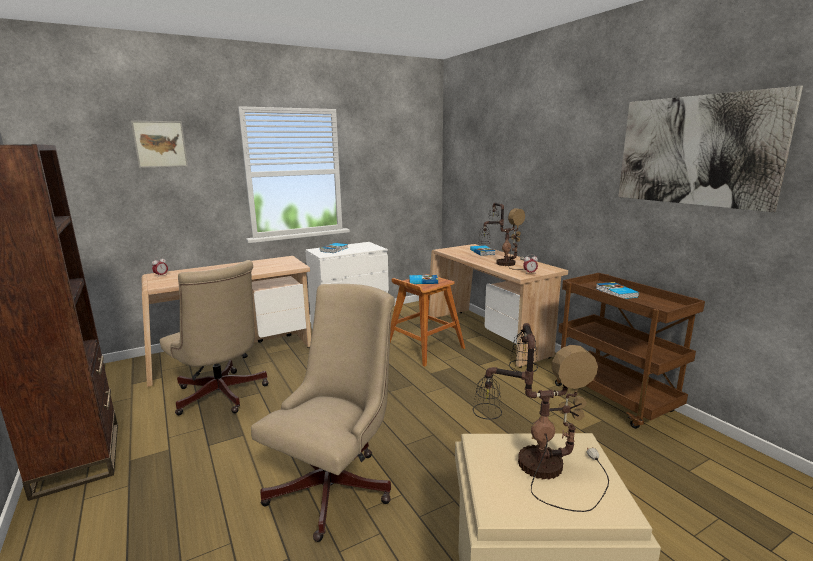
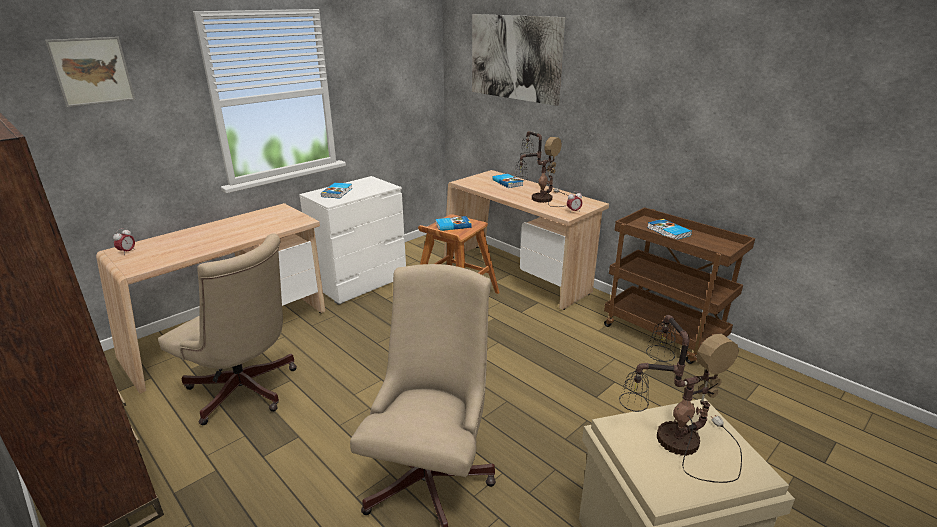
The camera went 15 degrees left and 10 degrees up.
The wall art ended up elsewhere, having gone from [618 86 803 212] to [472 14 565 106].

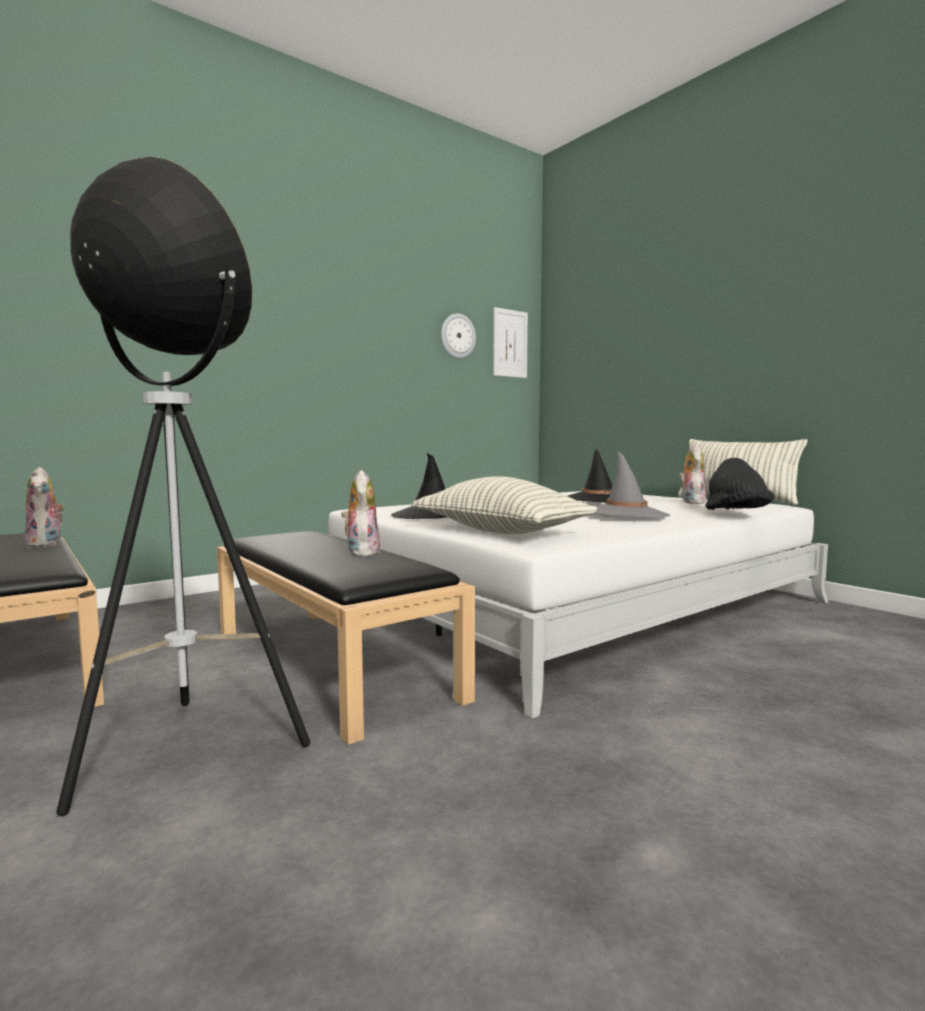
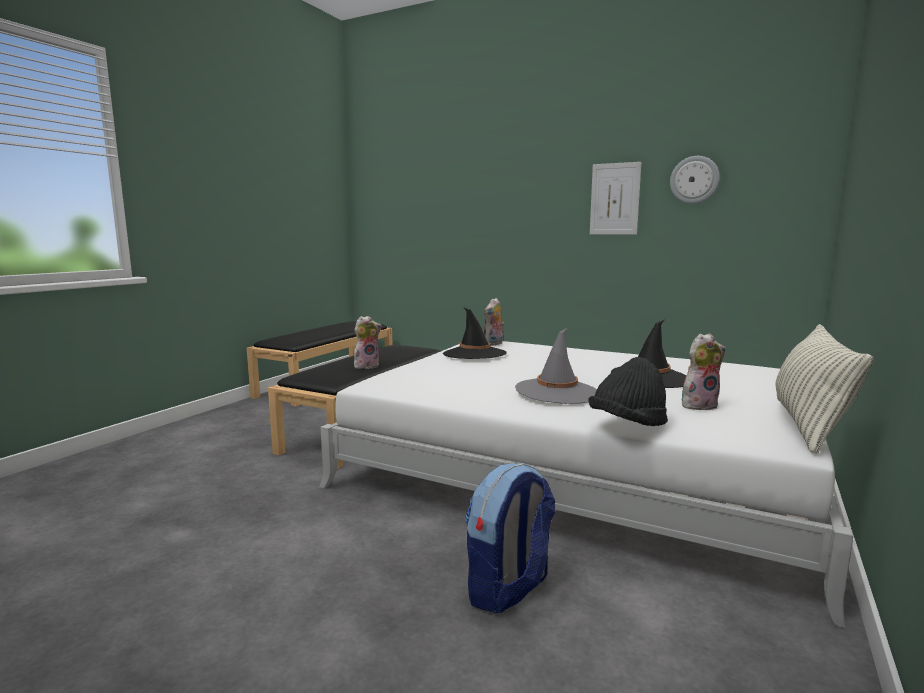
The camera went 65 degrees right and 5 degrees up.
The second view gained the rucksack at [465 463 556 613].
The soft toy ended up elsewhere, having gone from [25 467 65 548] to [484 298 504 346].
The wall art ended up elsewhere, having gone from [493 307 528 378] to [590 162 641 235].
The second view lost the standard lamp at [56 156 310 816].
The second view lost the throw pillow at [411 476 597 534].

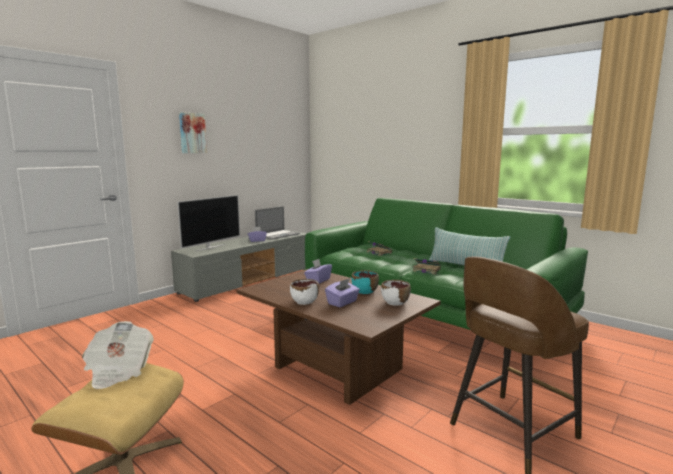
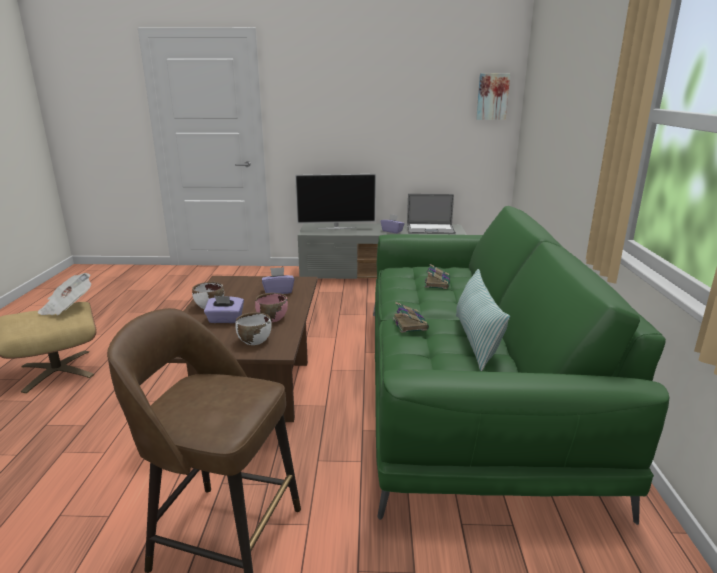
The camera went 50 degrees right and 10 degrees up.
What was the turquoise serving bowl at [352 270 379 294] turned into the pink-coloured serving bowl at [255 293 288 322].
The wall art ended up elsewhere, having gone from [179 112 207 153] to [476 73 510 120].

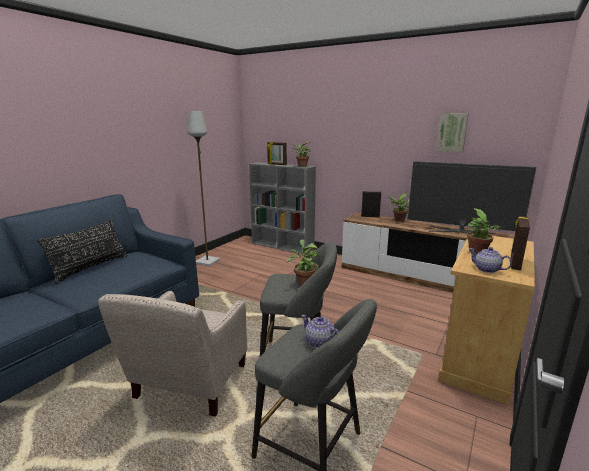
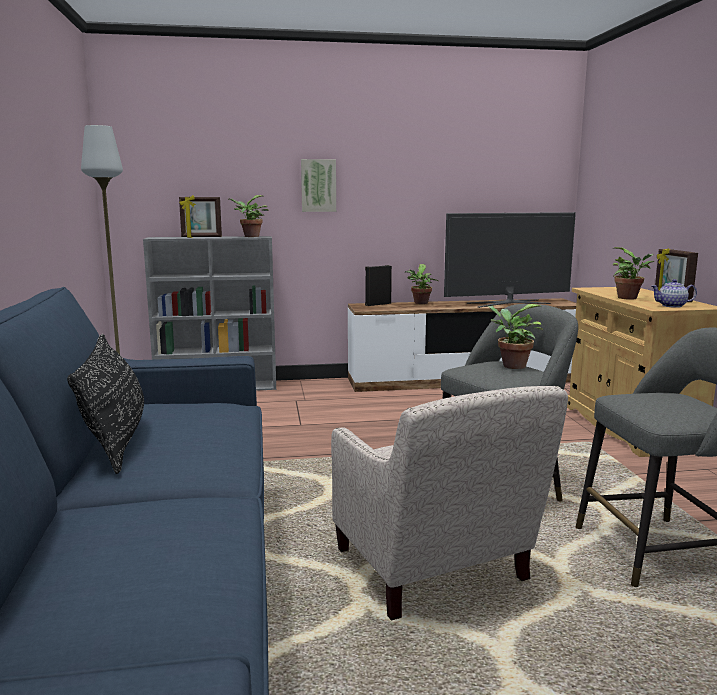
The camera went 40 degrees left and 5 degrees down.
The wall art ended up elsewhere, having gone from [436 113 469 152] to [301 159 336 212].
The second view lost the pot for tea at [301 315 339 348].

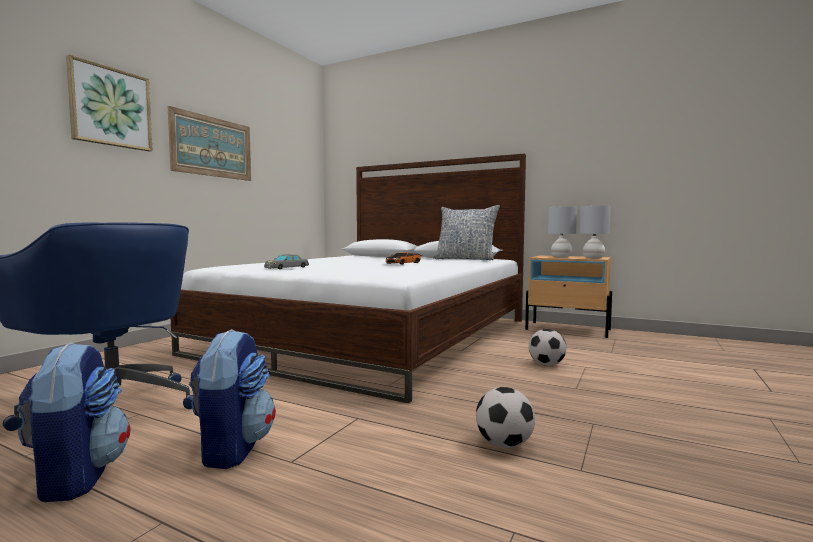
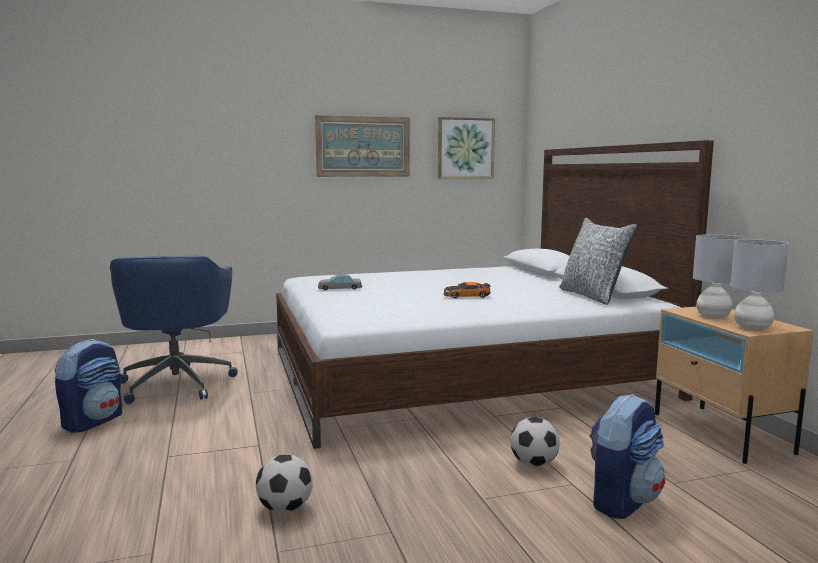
The camera went 45 degrees right and 5 degrees up.
The wall art ended up elsewhere, having gone from [66 55 152 151] to [438 117 495 178].
The rucksack ended up elsewhere, having gone from [189 329 276 469] to [590 394 665 519].

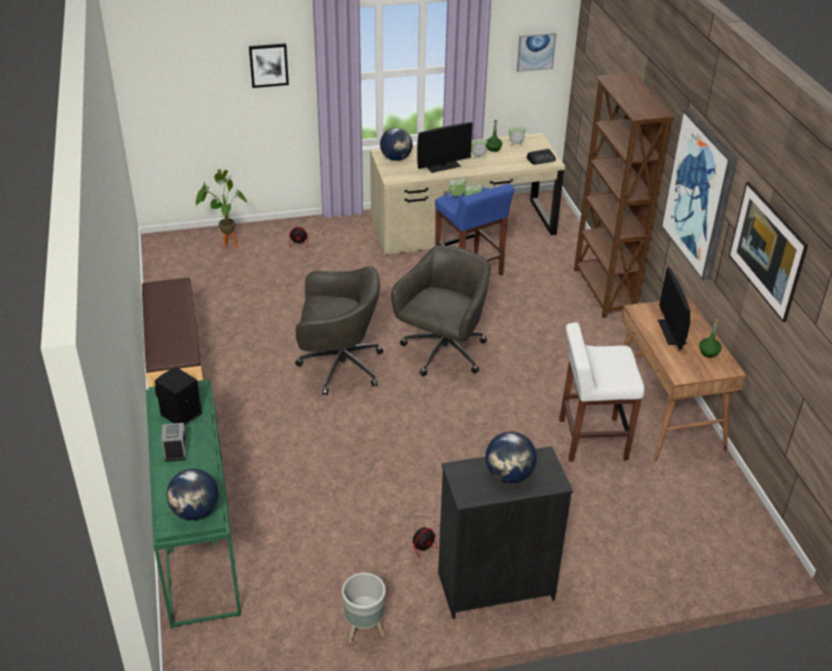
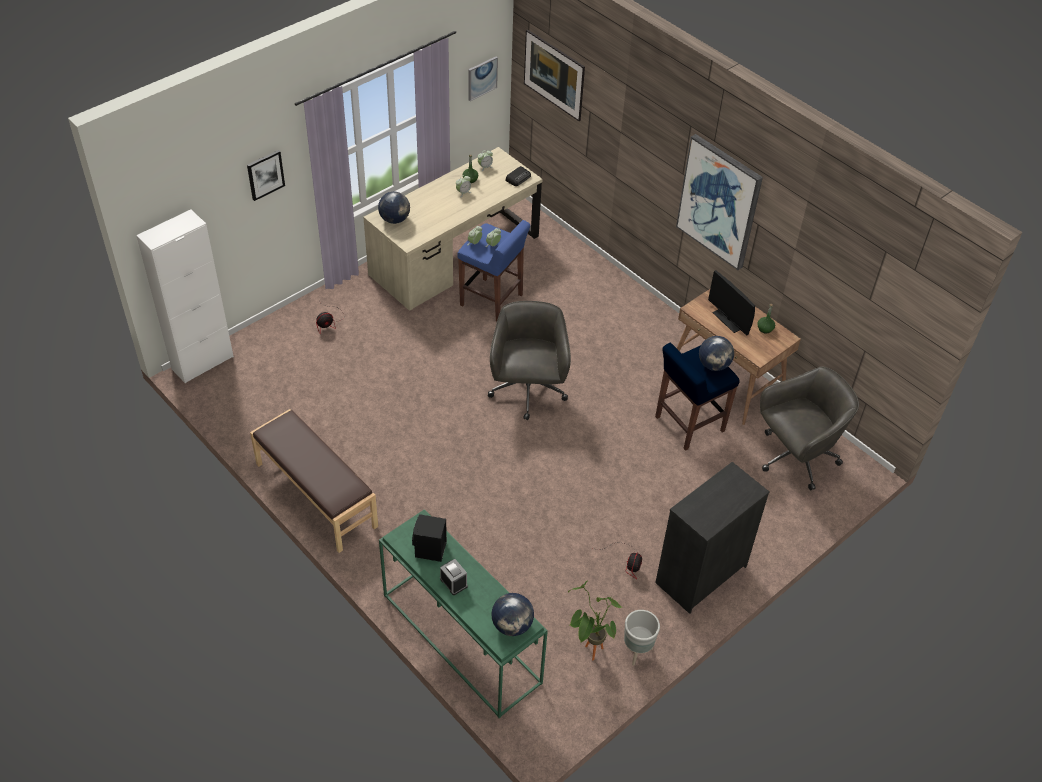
The camera went 30 degrees left and 10 degrees up.
The second view gained the white-coloured cabinet at [136 209 234 383].
The wall art ended up elsewhere, having gone from [729 182 808 322] to [524 29 585 121].
The potted plant ended up elsewhere, having gone from [196 169 248 251] to [568 580 621 661].
What was the white-coloured sitting stool at [559 322 645 462] turned into the blue-coloured sitting stool at [655 343 740 451].
The desk globe ended up elsewhere, having gone from [485 432 537 483] to [699 336 734 371].
The grey desk chair ended up elsewhere, having gone from [295 266 383 395] to [760 366 859 490].
The second view lost the computer screen at [417 122 472 173].
The second view lost the brown-coloured bookshelf at [574 73 674 318].

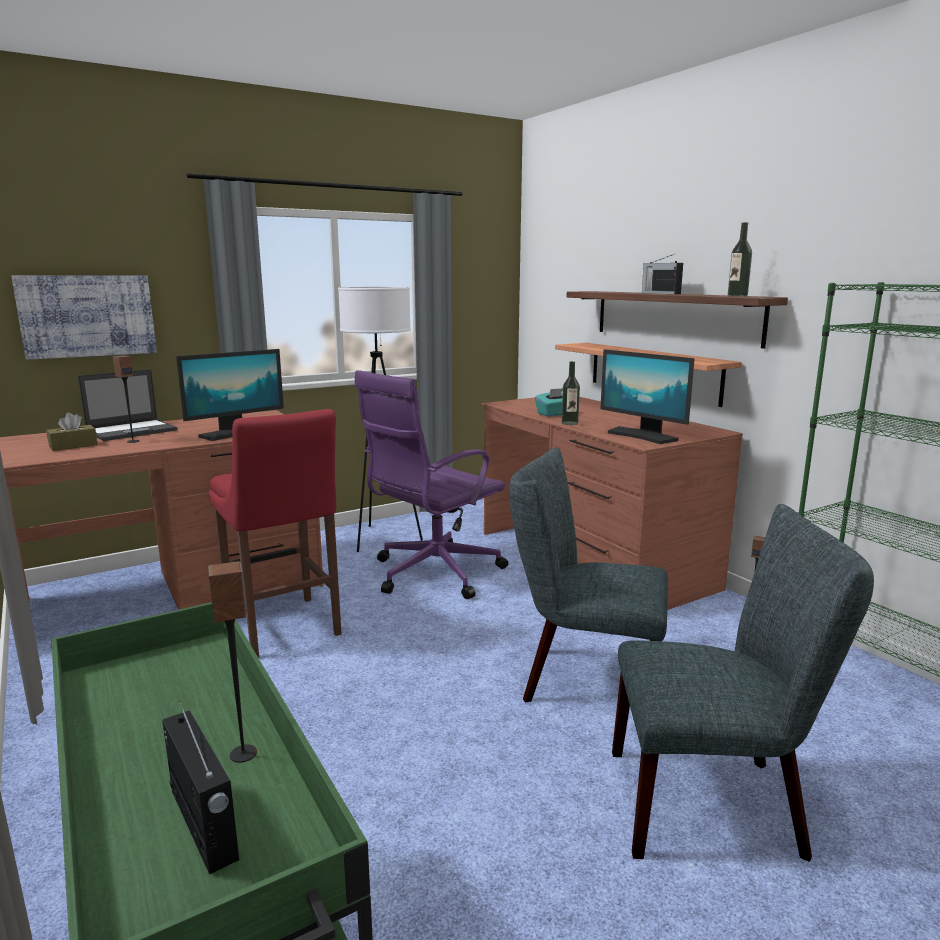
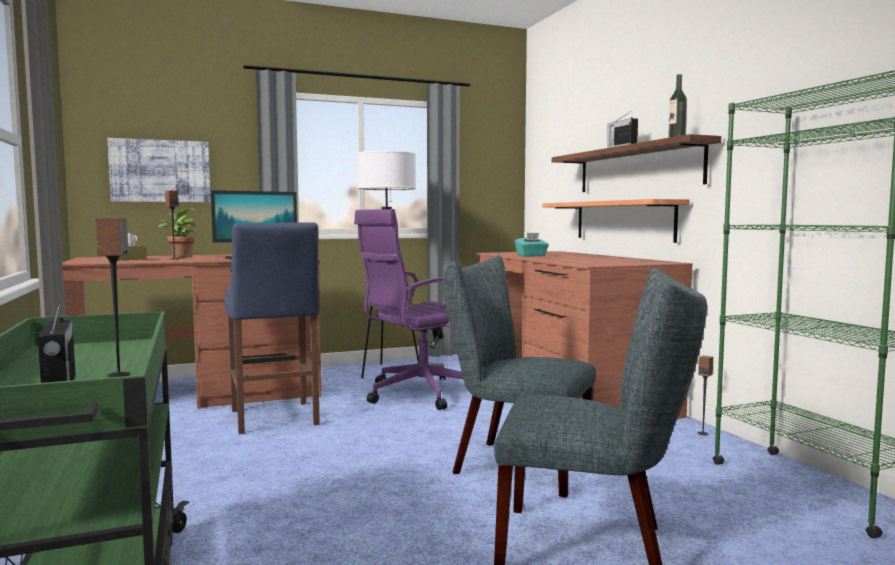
The camera went 10 degrees right and 10 degrees down.
Where the laptop stood at [78 369 177 441], the potted plant came to stand at [158 209 196 257].
What was the red sitting stool at [209 409 342 658] turned into the blue-coloured sitting stool at [224 222 320 434].
The second view lost the bottle at [561 361 580 425].
The second view lost the computer screen at [600 349 695 444].

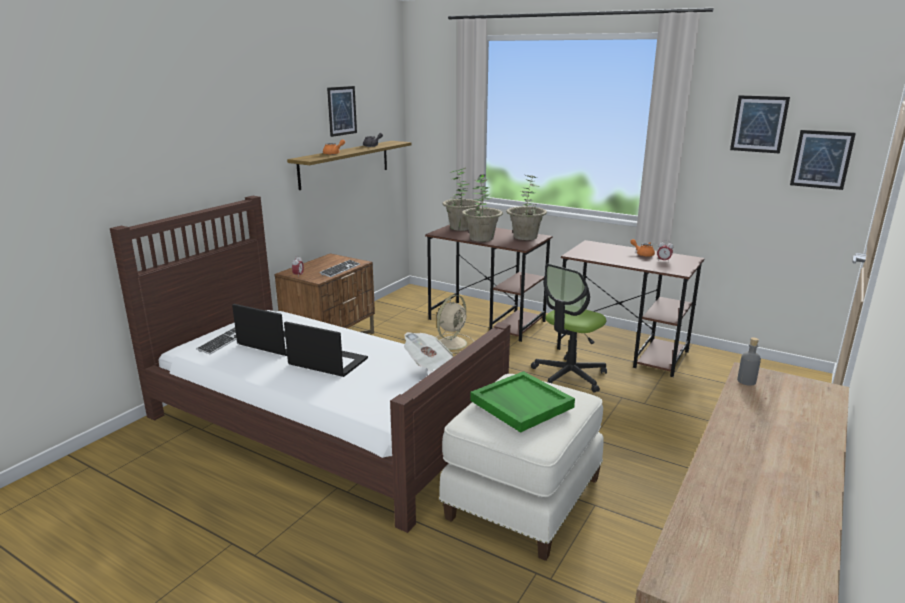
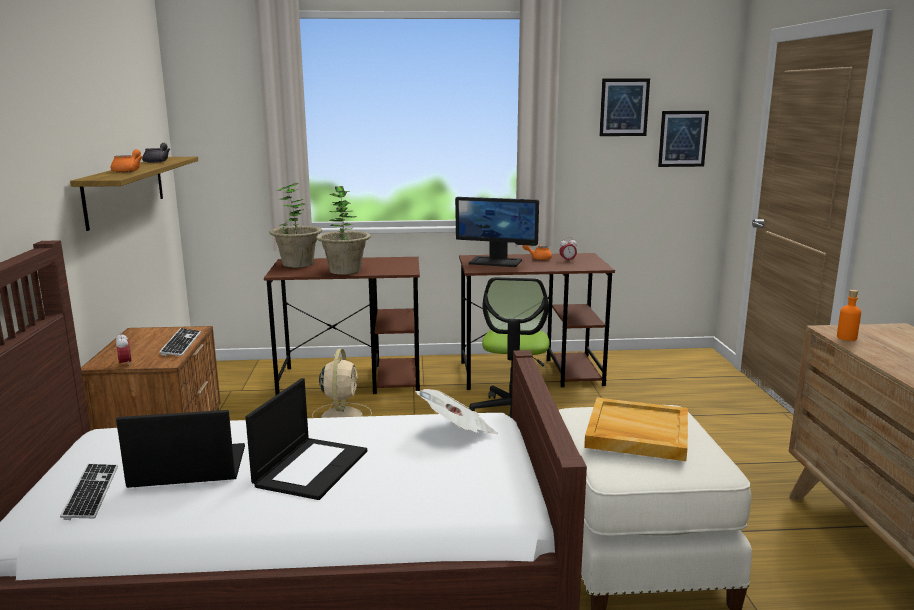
The camera went 35 degrees left and 5 degrees down.
The laptop at [284 322 368 377] ended up facing another way, 120 degrees clockwise from before.
The second view gained the computer screen at [455 197 539 267].
What was the green tray at [470 371 575 433] turned into the beige tray at [584 398 688 461].
What was the grey bottle at [737 337 761 386] turned into the orange-coloured bottle at [837 290 861 341].
The second view lost the wall art at [327 86 357 137].
The second view lost the potted plant at [506 175 547 240].

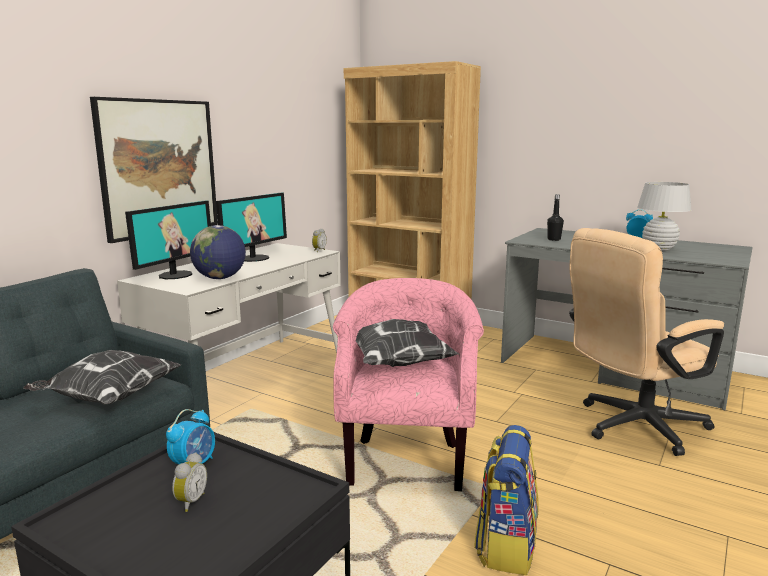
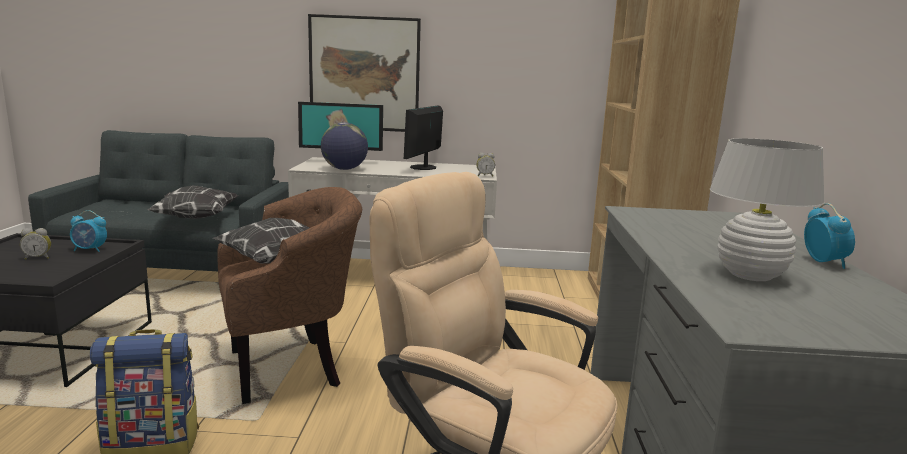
The camera went 60 degrees right and 0 degrees up.
What was the pink-coloured armchair at [333 278 484 491] turned into the brown-coloured armchair at [218 187 362 404].
The computer screen at [216 192 287 262] ended up facing another way, 105 degrees clockwise from before.
The second view lost the black bottle at [547 194 564 241].

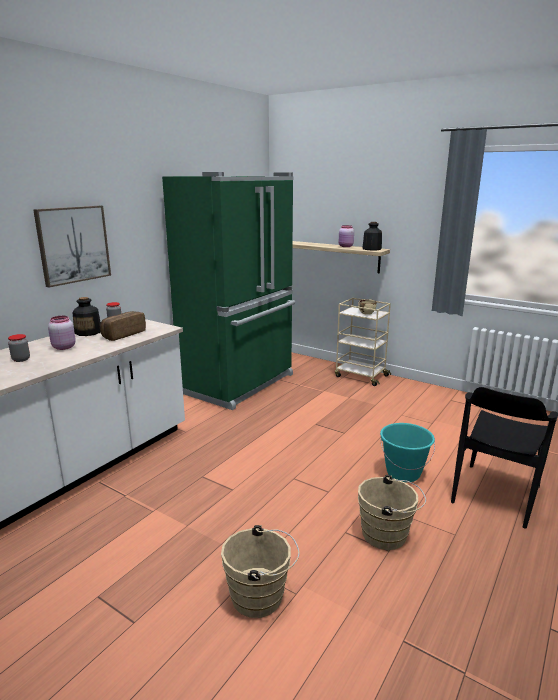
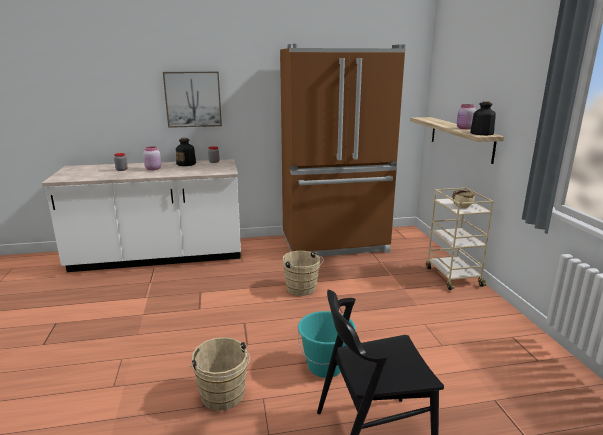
The camera went 45 degrees right and 0 degrees up.
What was the green fridge at [162 172 295 410] turned into the brown-coloured fridge at [280 44 405 256].
The beige water bucket ended up elsewhere, having gone from [221 525 299 618] to [283 251 324 296].
The second view lost the bread at [100 311 146 341].

